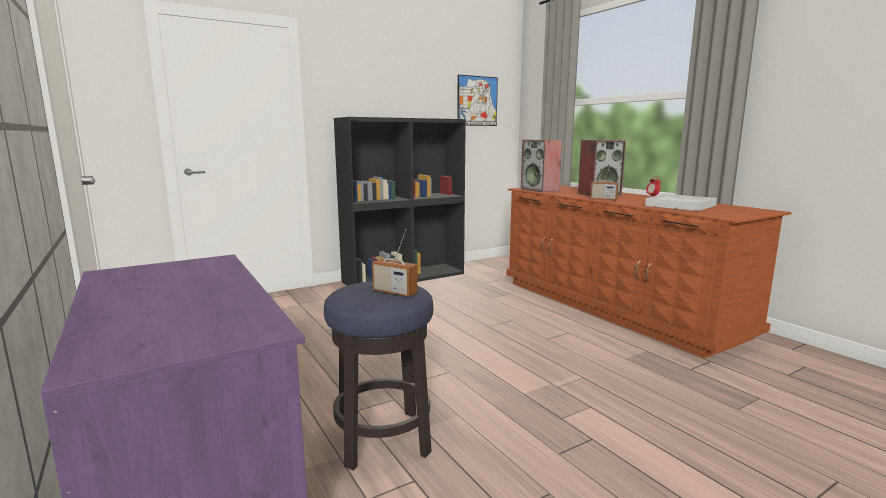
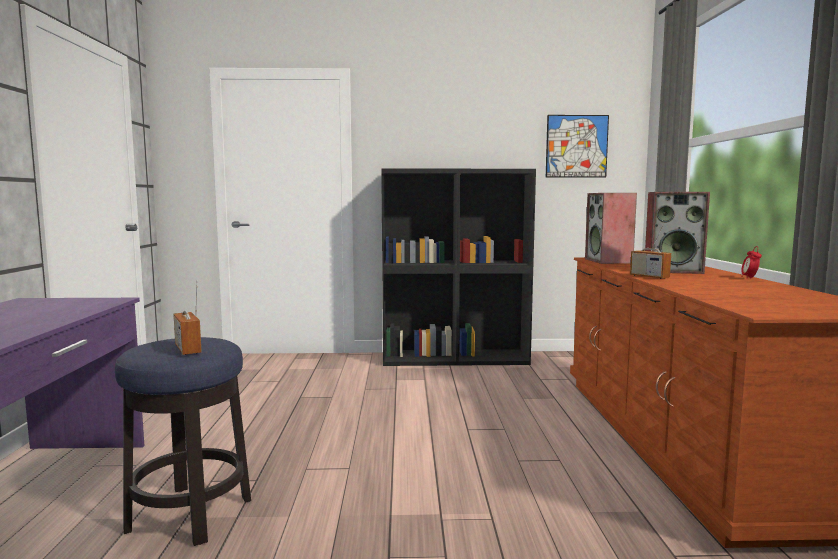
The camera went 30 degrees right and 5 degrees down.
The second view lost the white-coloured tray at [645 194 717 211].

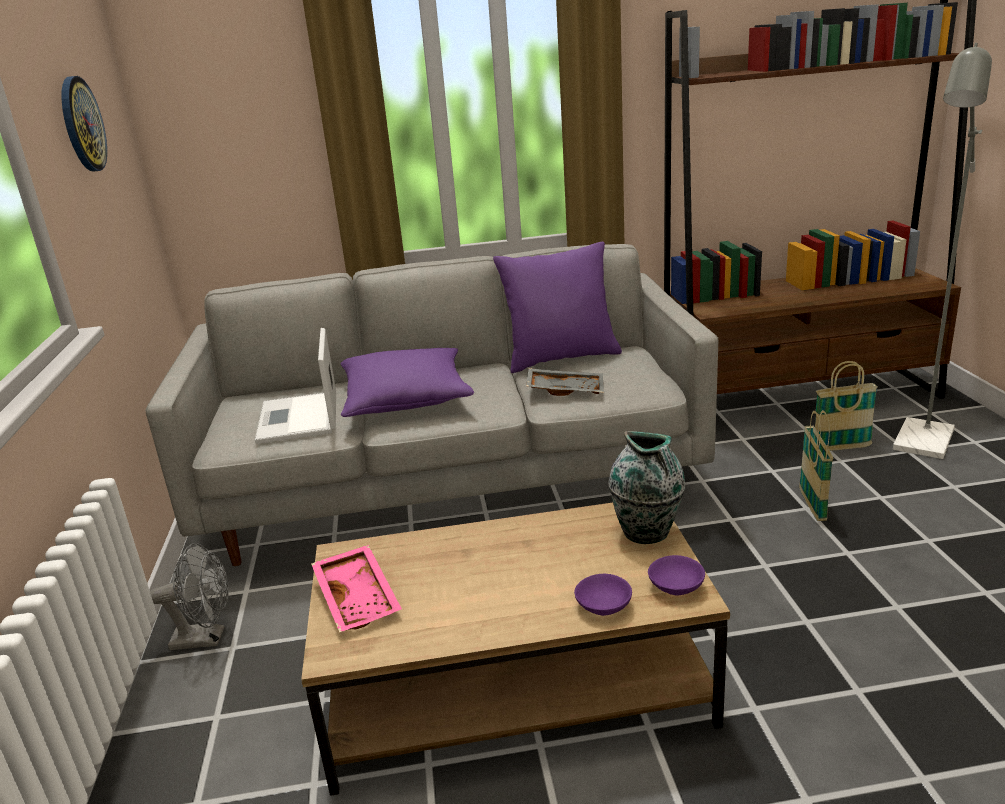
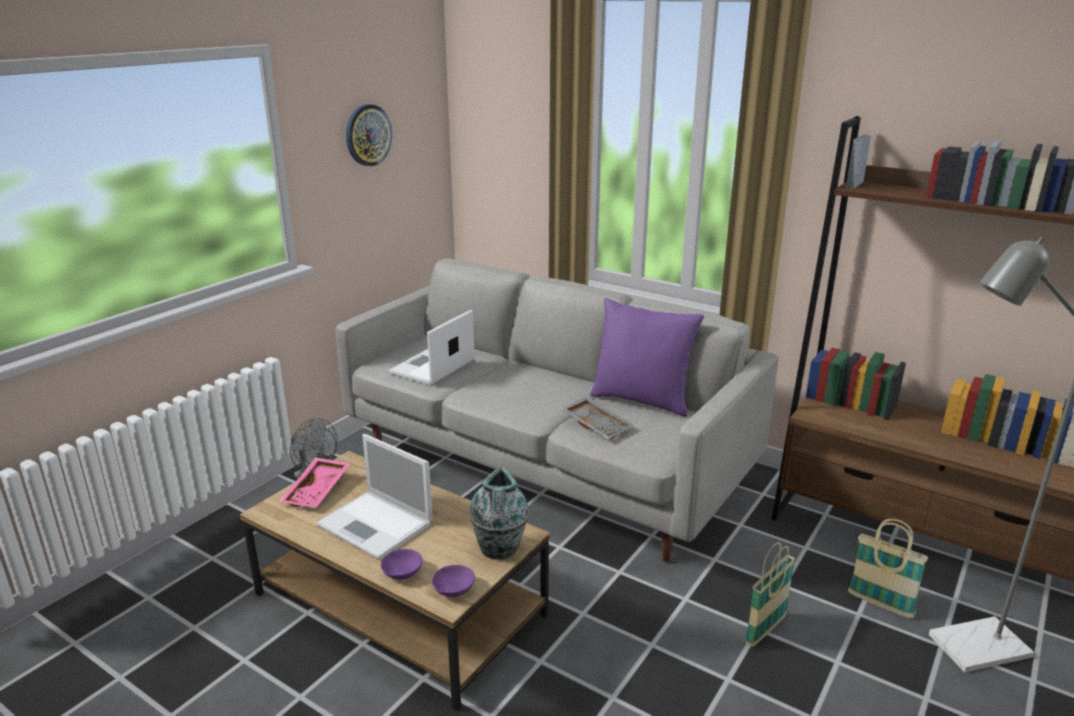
The camera went 40 degrees right and 0 degrees up.
The second view gained the laptop at [316 434 433 560].
The second view lost the purple-coloured throw pillow at [341 348 474 417].

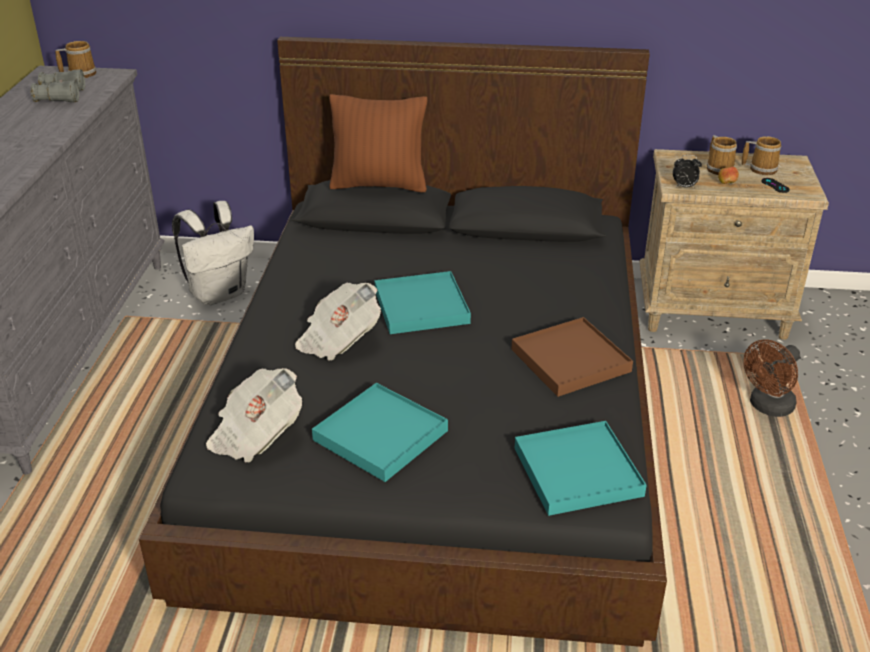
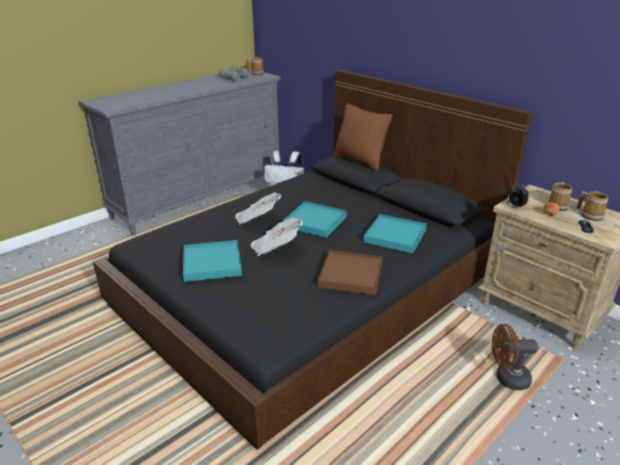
The camera went 40 degrees right and 5 degrees down.
The newspaper ended up elsewhere, having gone from [206 368 302 463] to [251 217 303 256].
The turquoise tray ended up elsewhere, having gone from [515 421 647 516] to [363 214 427 253].

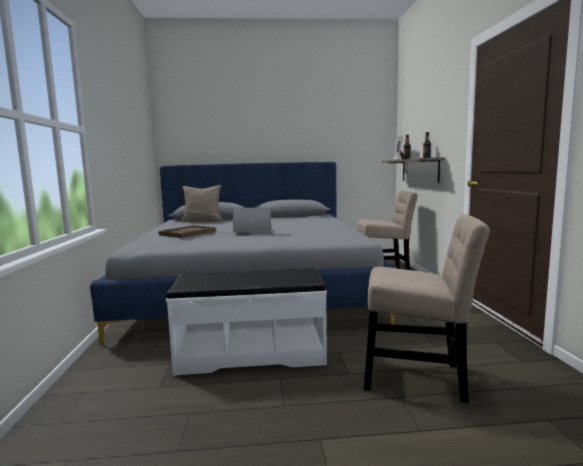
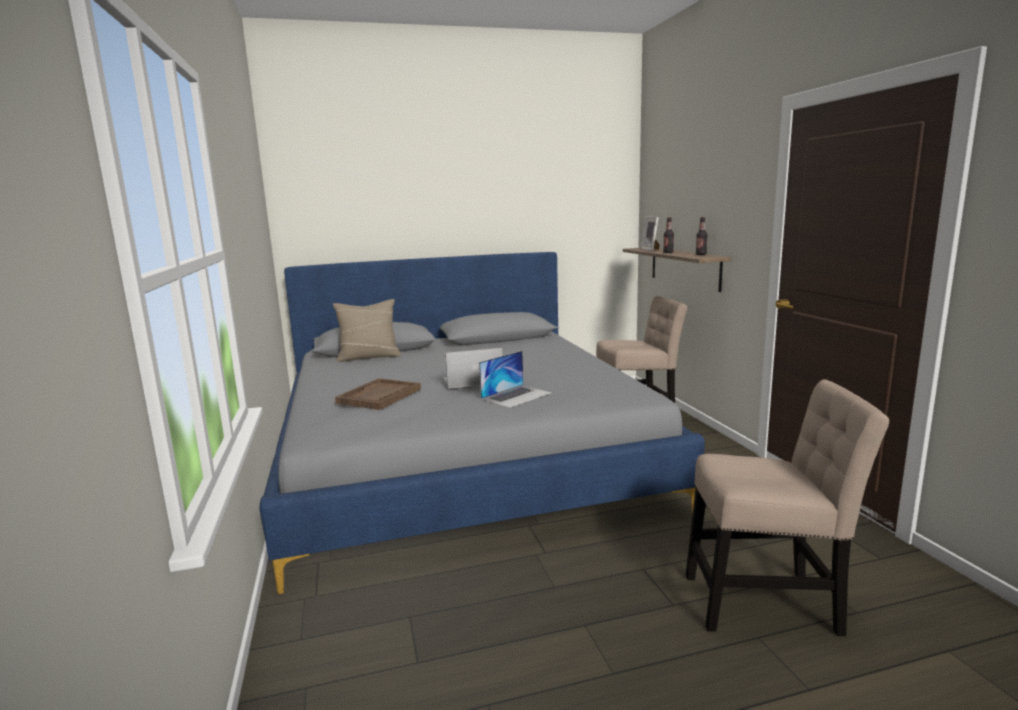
The camera went 10 degrees left and 5 degrees up.
The second view gained the laptop at [479 351 552 408].
The second view lost the white-coloured long seat at [166 268 327 376].

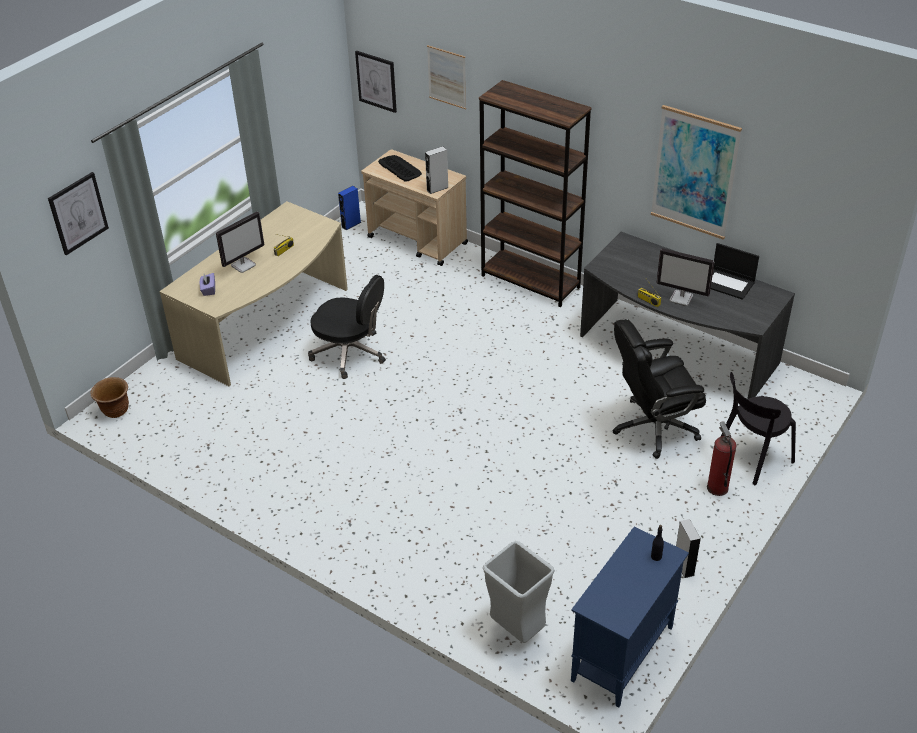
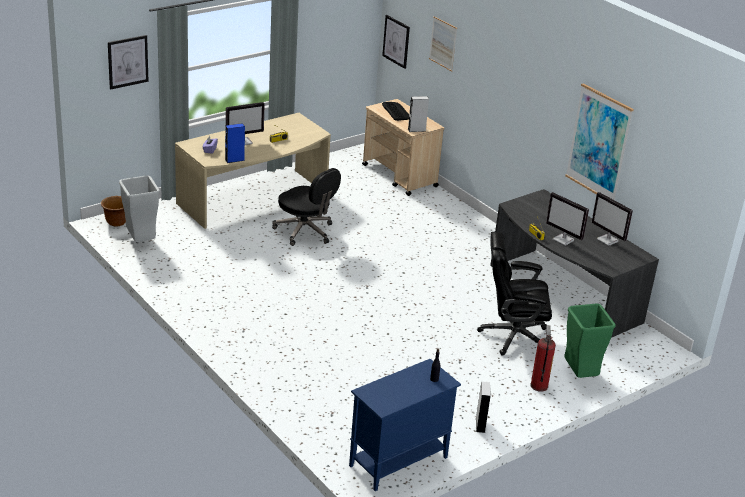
The camera went 15 degrees right and 10 degrees down.
The grey trash can ended up elsewhere, having gone from [483 541 555 643] to [119 176 160 242].
The blue-coloured speaker ended up elsewhere, having gone from [338 186 361 230] to [225 123 245 163].
Where the black chair stood at [721 372 796 485], the green trash can came to stand at [565 304 616 378].
Where the laptop stood at [711 243 759 300], the computer screen came to stand at [592 192 633 246].
The second view lost the brown-coloured bookshelf at [479 80 592 307].

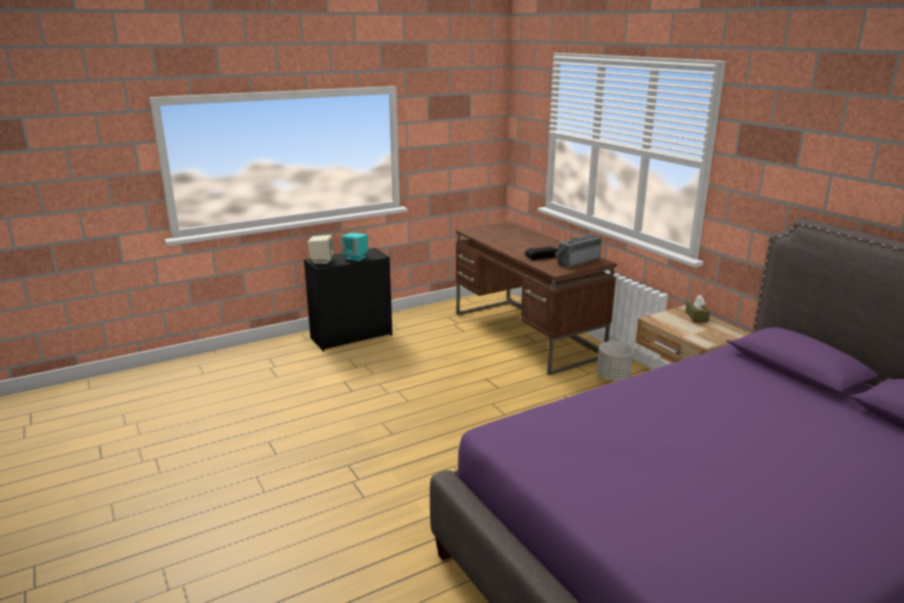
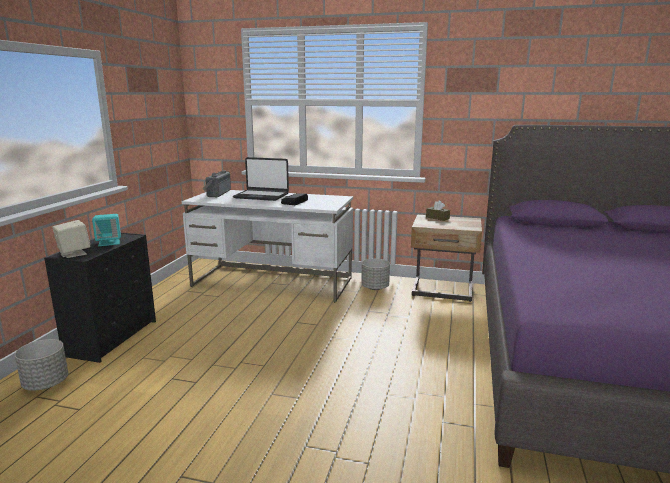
The camera went 45 degrees left and 5 degrees down.
The second view gained the grey plant pot at [15 339 68 390].
What was the brown-coloured desk table at [456 221 617 375] turned into the white-coloured desk table at [182 190 353 302].
The radio ended up elsewhere, having gone from [555 234 602 268] to [203 171 231 197].
The second view gained the laptop at [233 157 289 201].

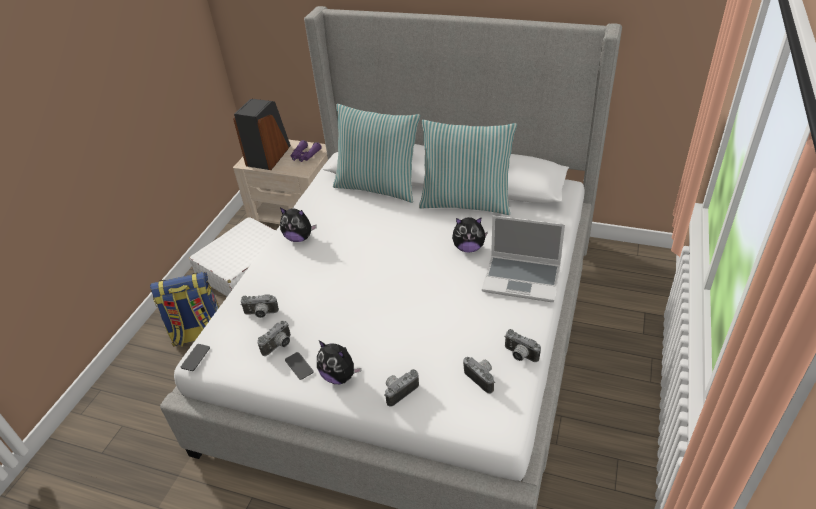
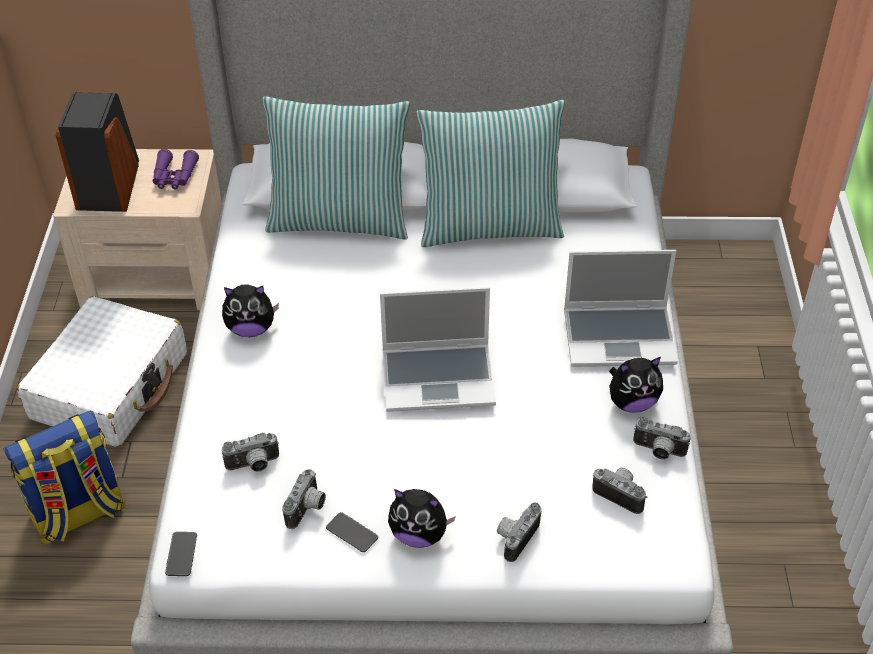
The camera went 20 degrees left and 5 degrees up.
The second view gained the laptop at [380 287 496 412].
The soft toy ended up elsewhere, having gone from [452 217 488 252] to [609 357 663 413].

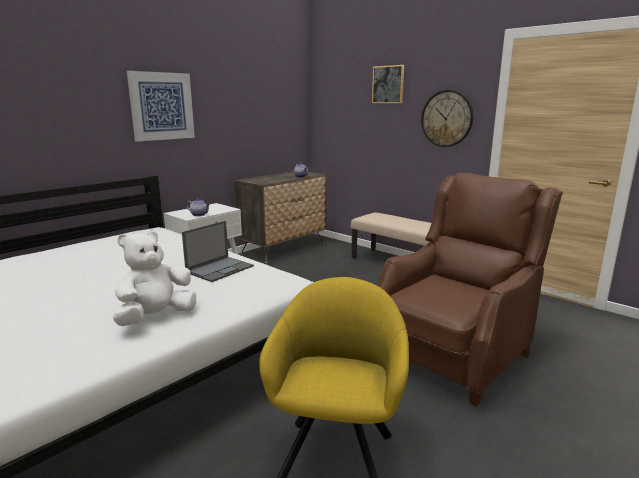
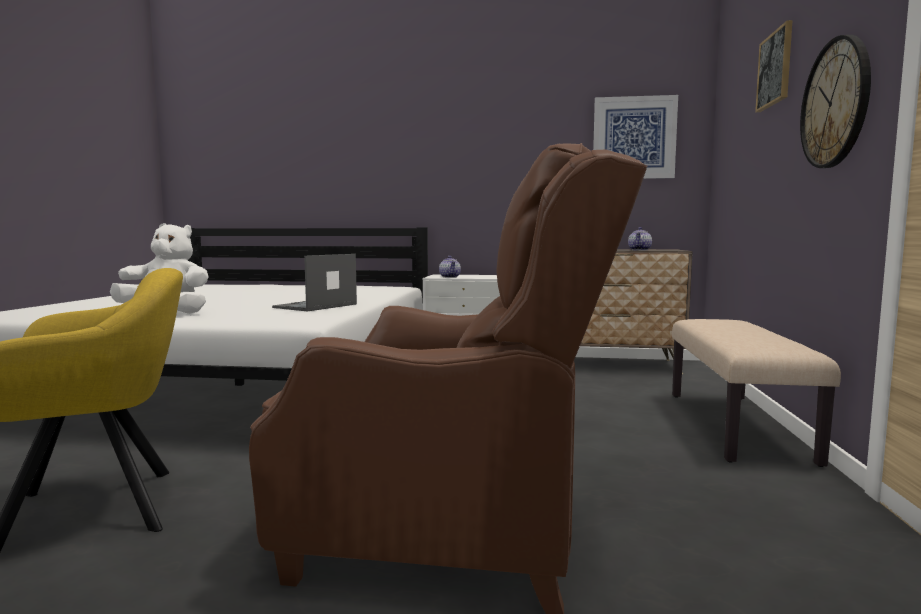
The camera went 55 degrees right and 10 degrees down.
The laptop at [182 221 254 282] ended up facing another way, 120 degrees clockwise from before.
The wall art ended up elsewhere, having gone from [127 71 195 142] to [593 95 678 179].

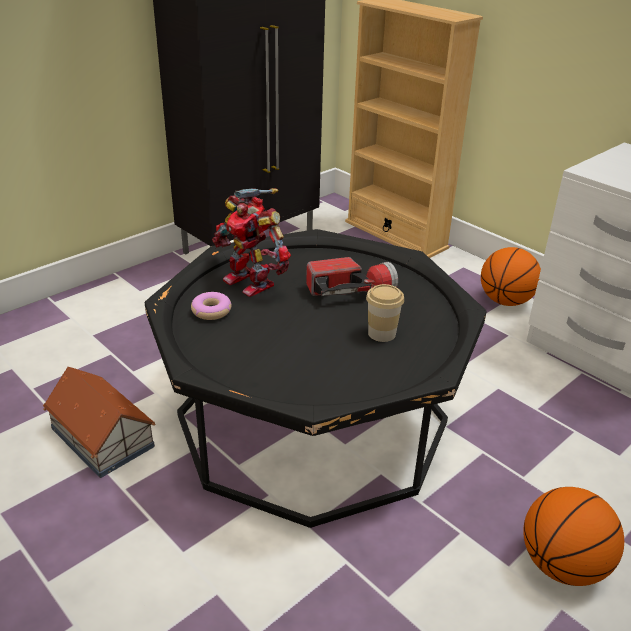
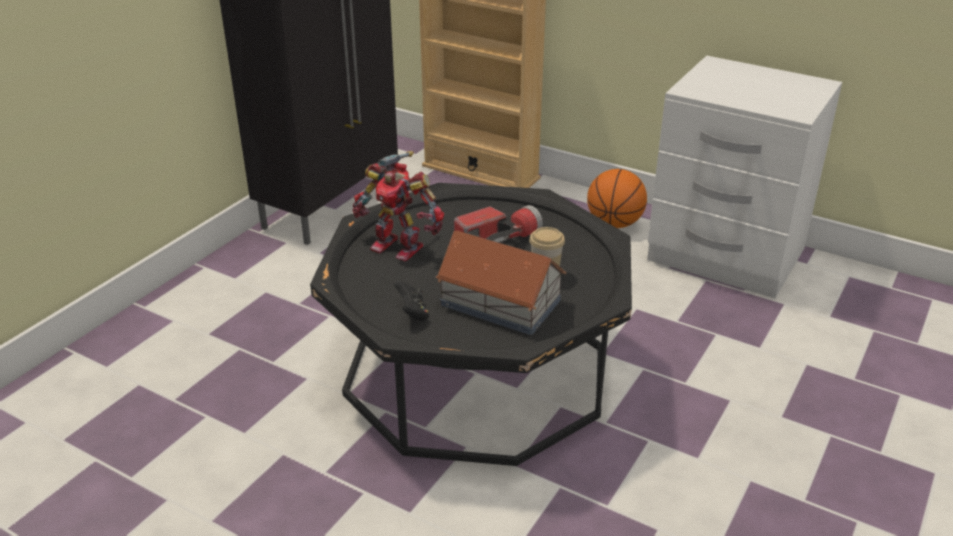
The camera went 15 degrees left and 0 degrees up.
The second view gained the black gamepad at [394 280 429 321].
The model house ended up elsewhere, having gone from [43 367 155 478] to [435 230 567 335].
The second view lost the donut at [191 292 232 320].
The second view lost the basketball ball at [523 487 624 586].

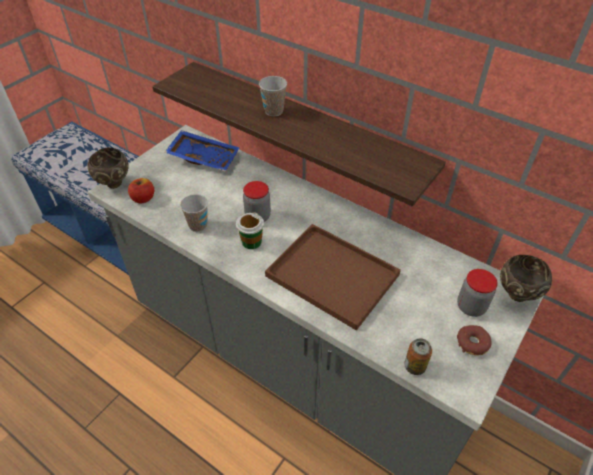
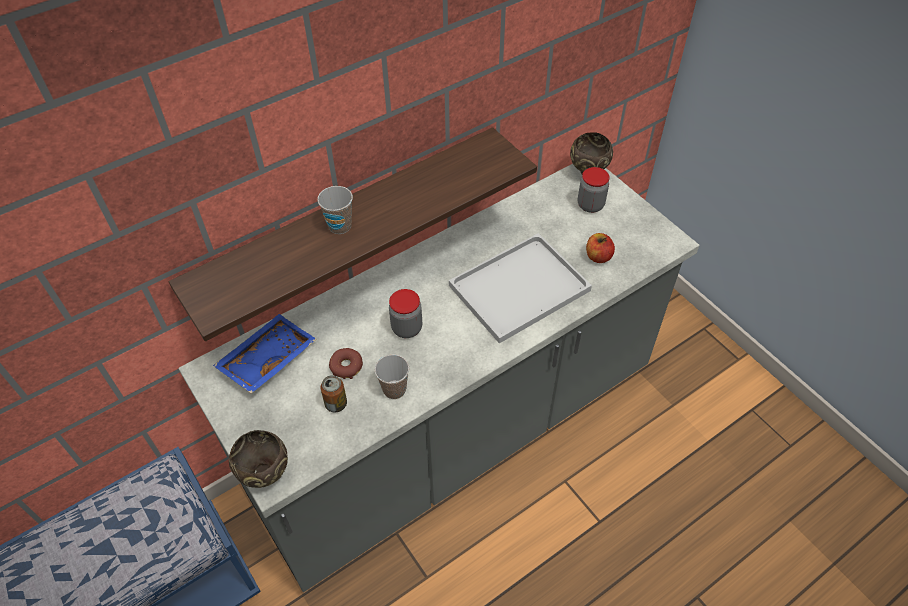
The camera went 70 degrees left and 5 degrees up.
The metal can ended up elsewhere, having gone from [404 338 432 375] to [321 375 347 412].
The donut ended up elsewhere, having gone from [457 325 492 356] to [329 348 363 379].
What was the brown-coloured tray at [265 224 401 331] turned into the white-coloured tray at [449 233 592 343].
The apple fruit ended up elsewhere, having gone from [128 178 154 203] to [586 233 615 263].
The second view lost the small cup at [236 212 264 249].

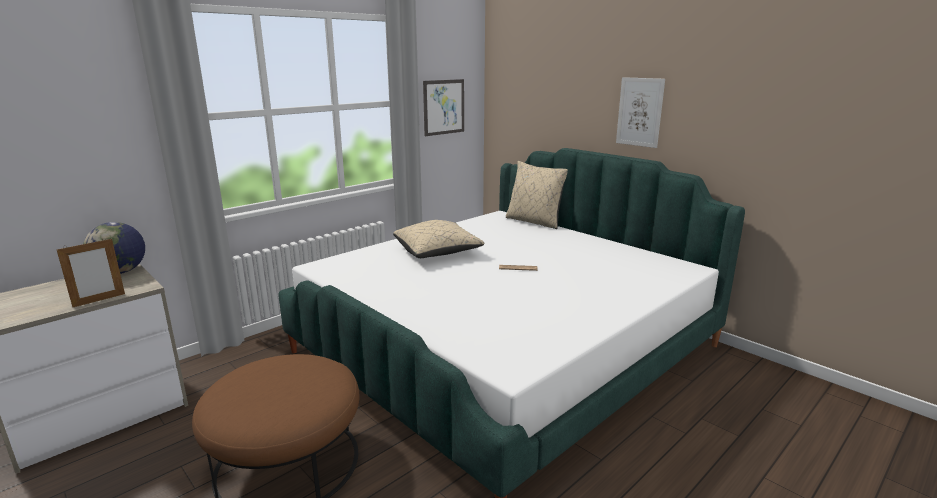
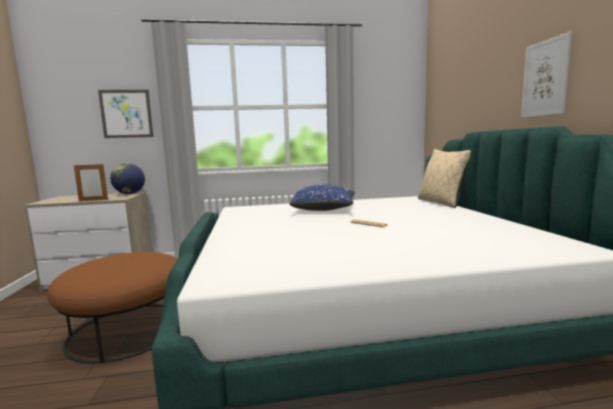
The camera went 35 degrees right and 10 degrees down.
The wall art ended up elsewhere, having gone from [423 79 464 136] to [98 90 154 138].
What was the beige throw pillow at [393 220 485 258] turned into the blue-coloured throw pillow at [289 185 355 211].

